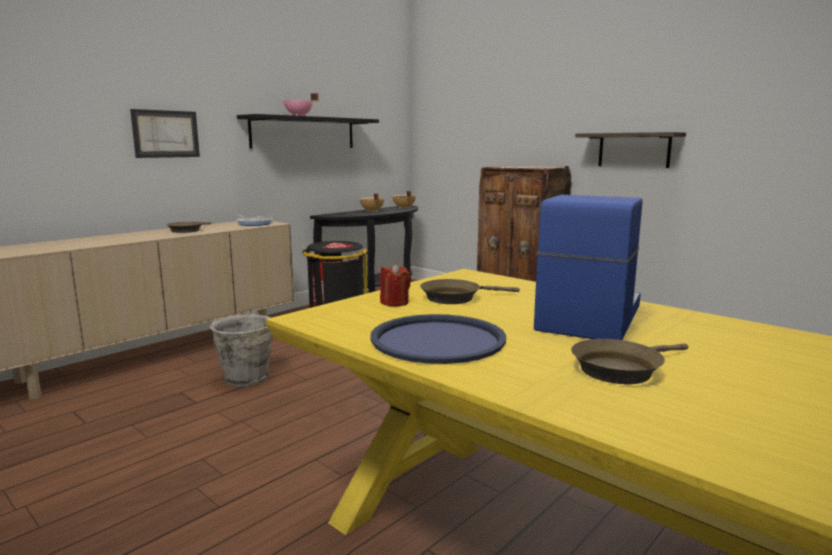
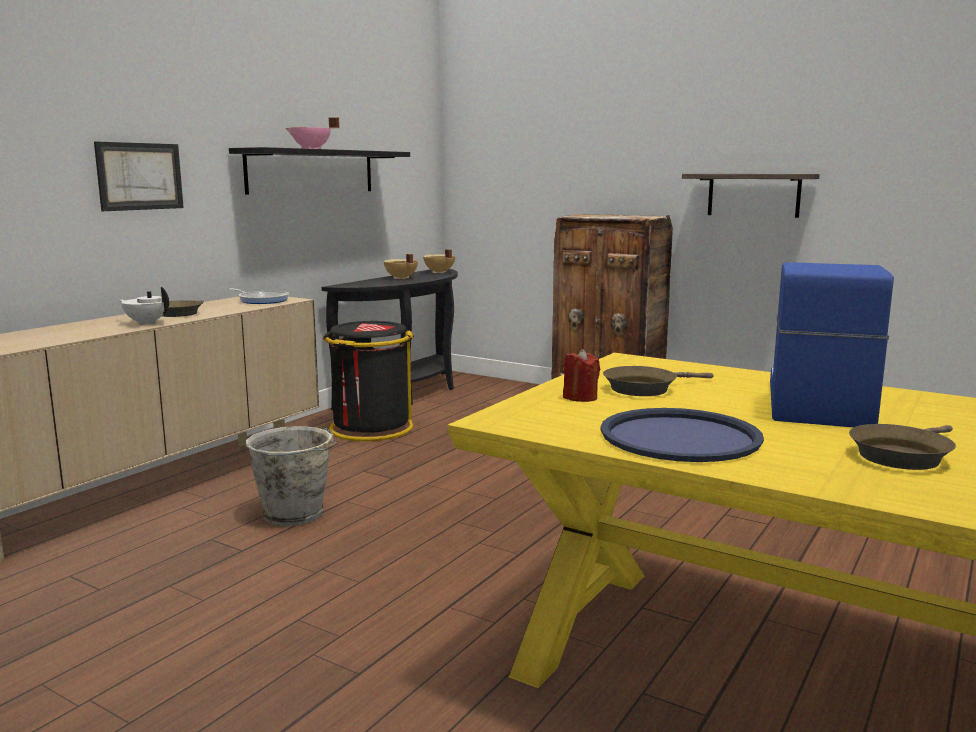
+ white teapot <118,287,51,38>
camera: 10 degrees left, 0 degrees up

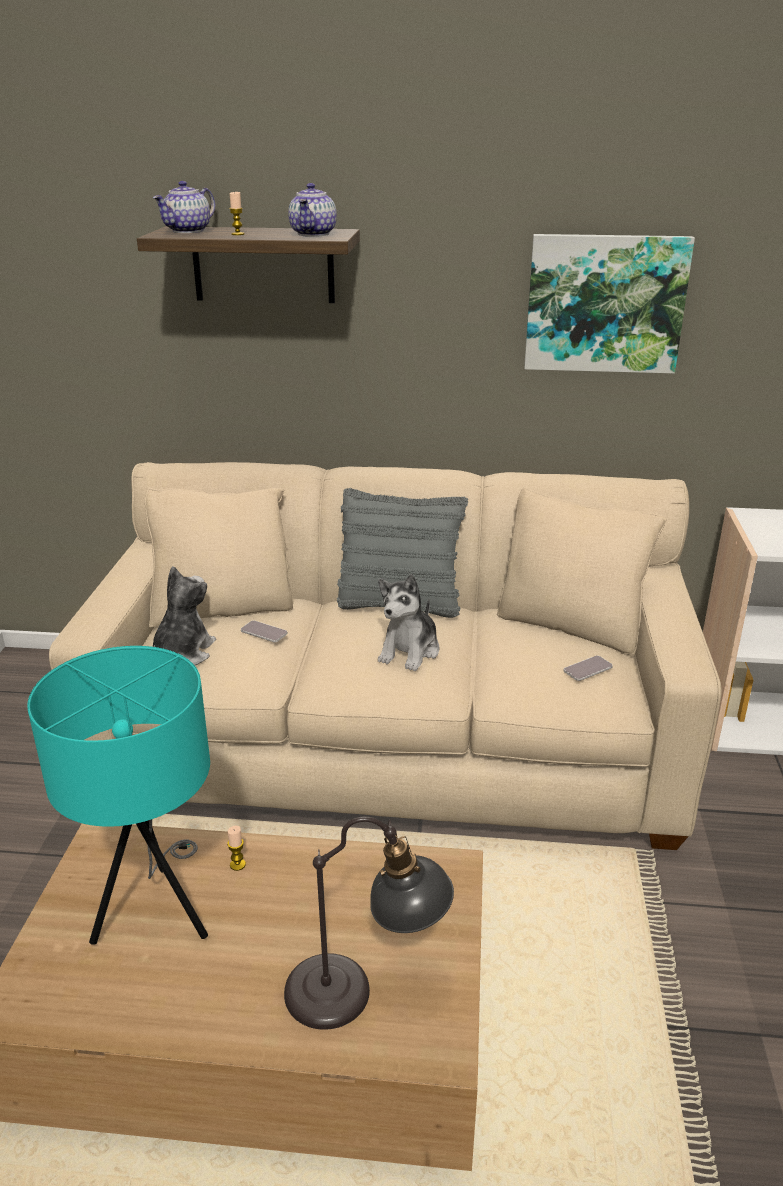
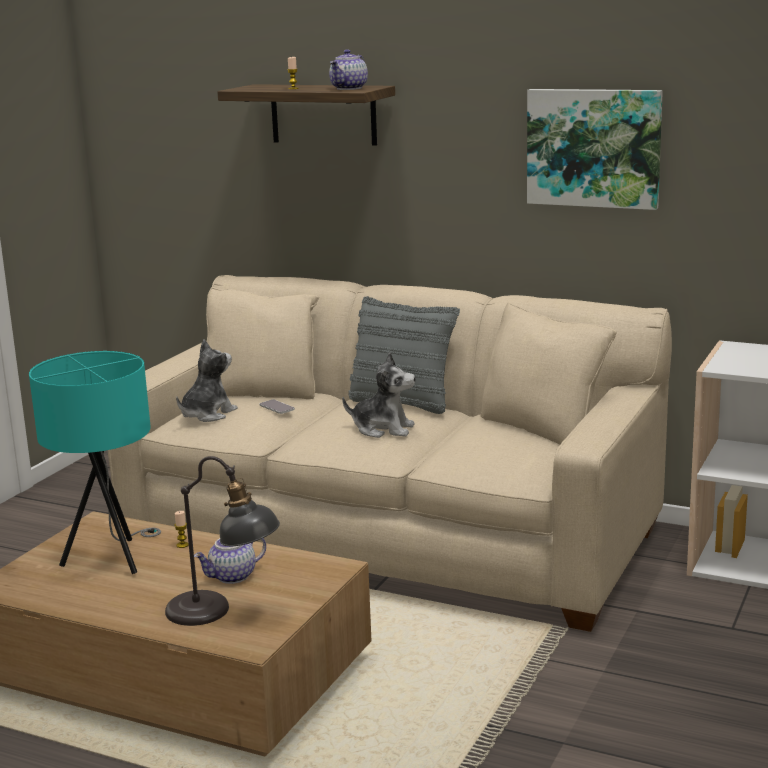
~ teapot <153,181,62,52> to <194,538,72,46>
~ plush toy <378,574,61,97> = <342,352,74,86> 120 degrees counterclockwise
- phone <564,656,49,25>
camera: 20 degrees right, 10 degrees down

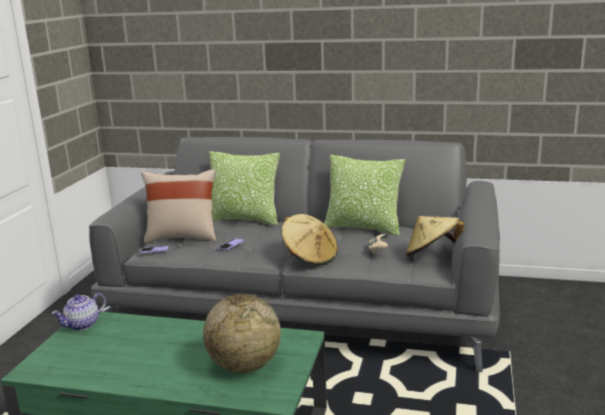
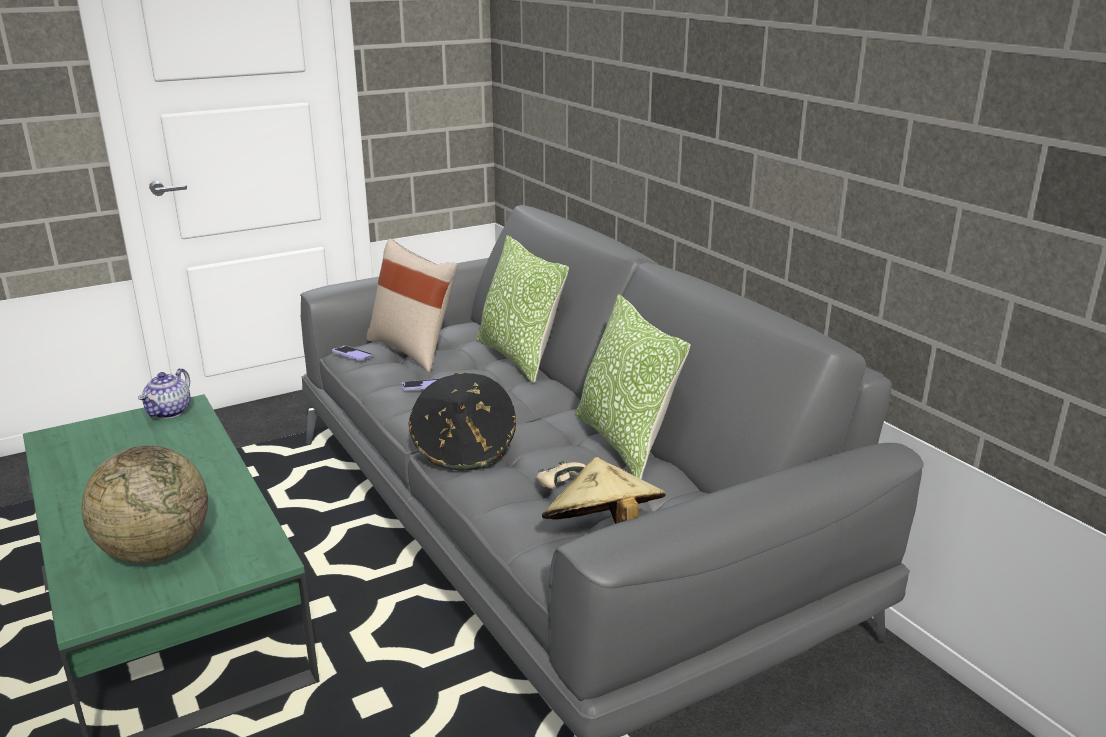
~ teapot <52,293,54,37> = <138,368,53,51> 75 degrees counterclockwise
~ beige hat <281,214,57,51> to black hat <408,373,108,97>
camera: 45 degrees right, 5 degrees up

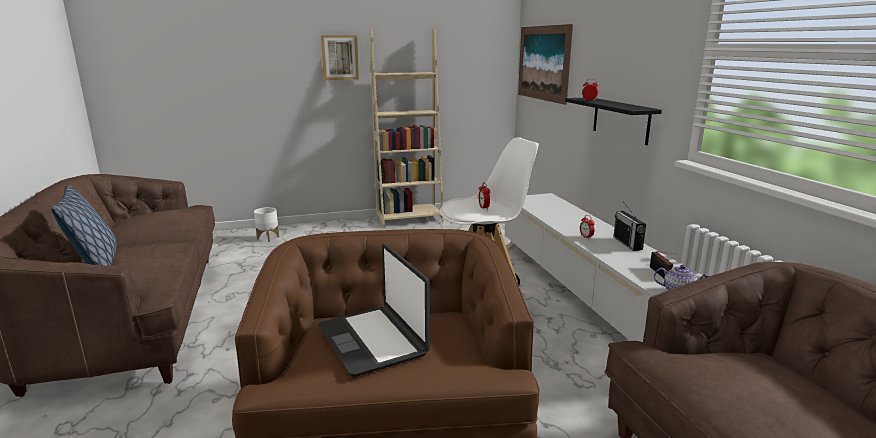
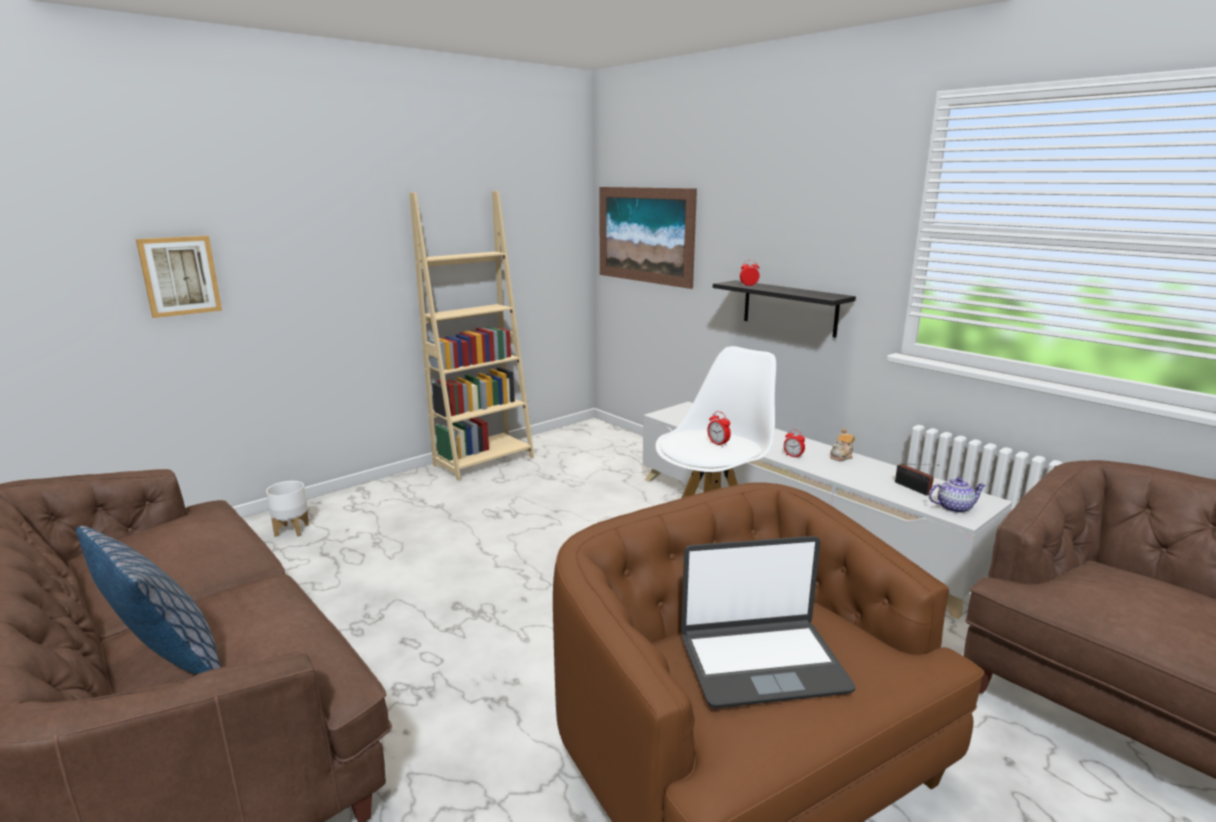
~ picture <321,35,38,45> to <136,236,86,82>
~ laptop <318,244,112,133> = <681,536,175,172> 45 degrees counterclockwise
~ radio <613,201,33,50> to teapot <830,428,25,33>
camera: 25 degrees left, 0 degrees up

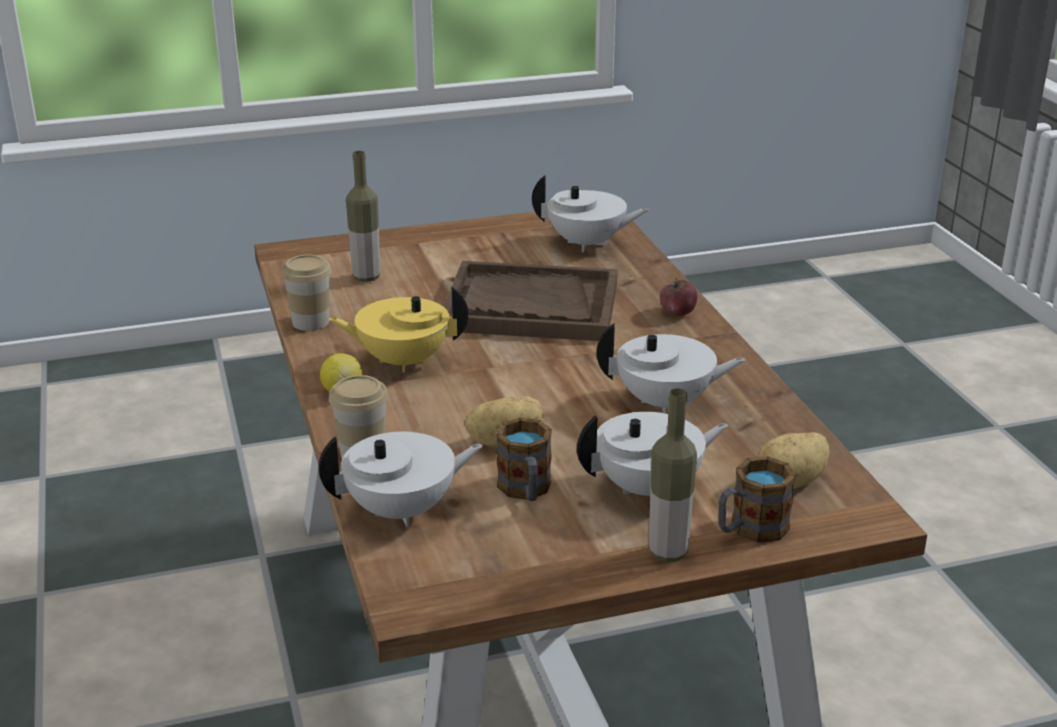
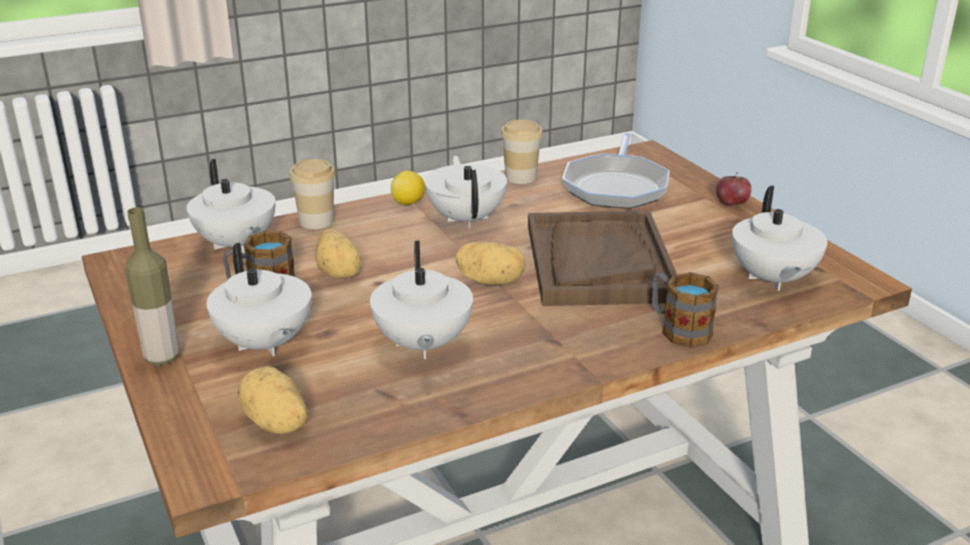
~ yellow teapot <328,287,140,85> to white teapot <425,156,82,72>
+ potato <456,242,70,43>
~ bottle <346,151,34,131> to frying pan <562,133,108,76>
~ mug <719,456,77,87> to <652,272,67,75>
~ apple <660,278,37,38> to <716,172,35,33>
camera: 80 degrees right, 0 degrees up

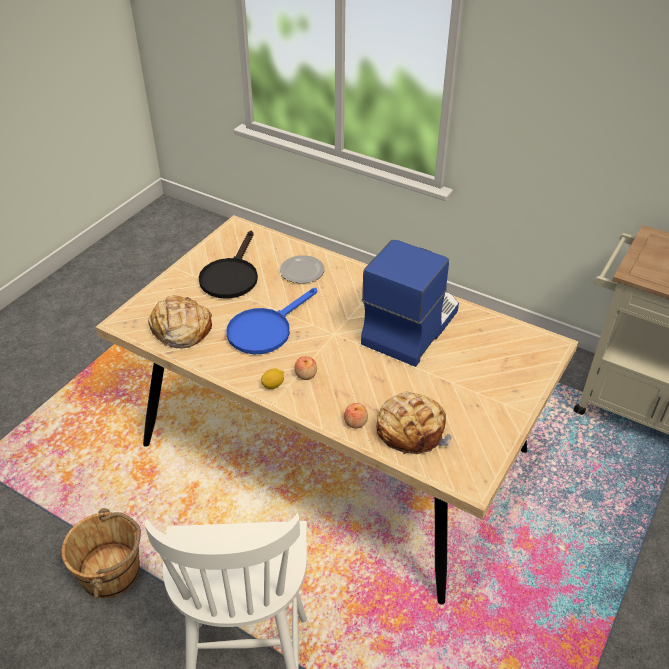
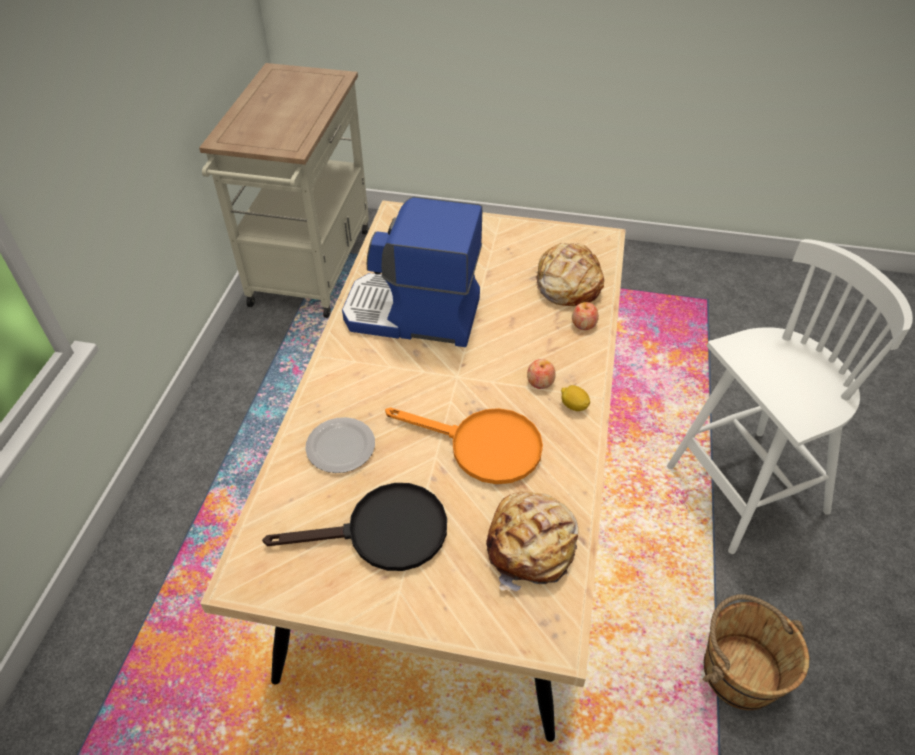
~ blue frying pan <226,288,91,66> to orange frying pan <385,408,158,76>
camera: 110 degrees left, 5 degrees up

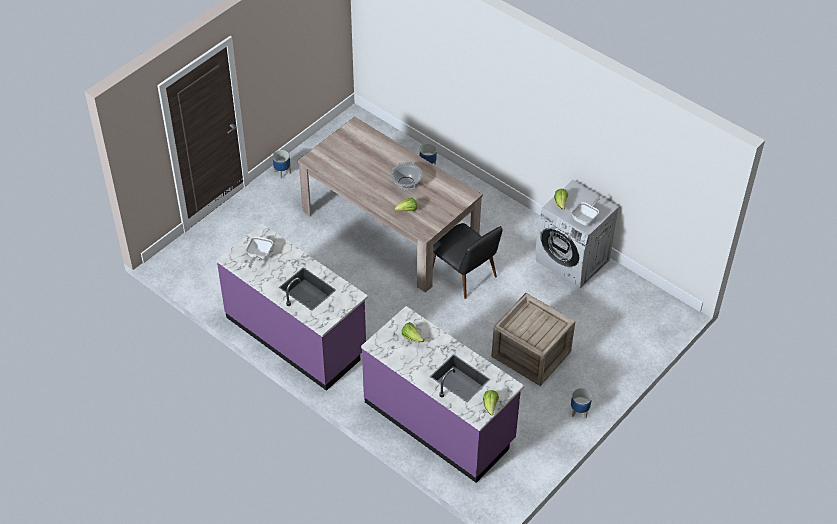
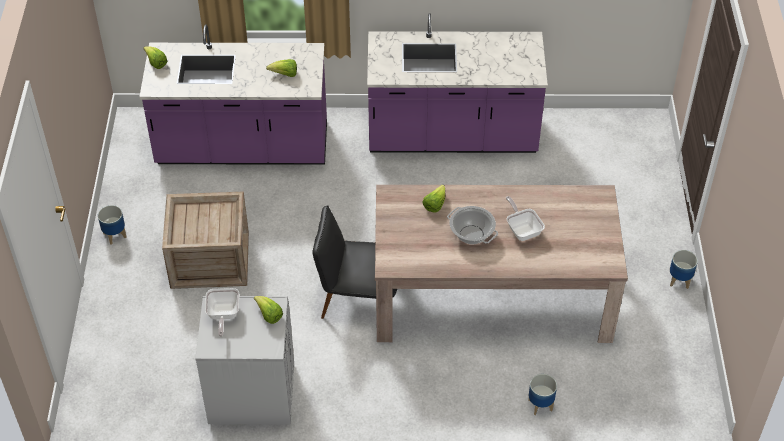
~ frying pan <246,237,27,32> to <506,196,39,45>
camera: 140 degrees right, 0 degrees up

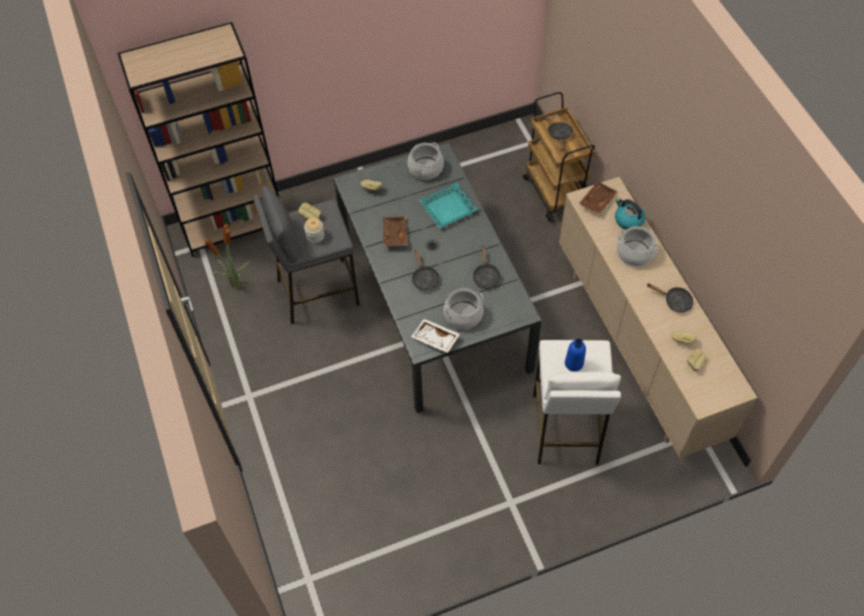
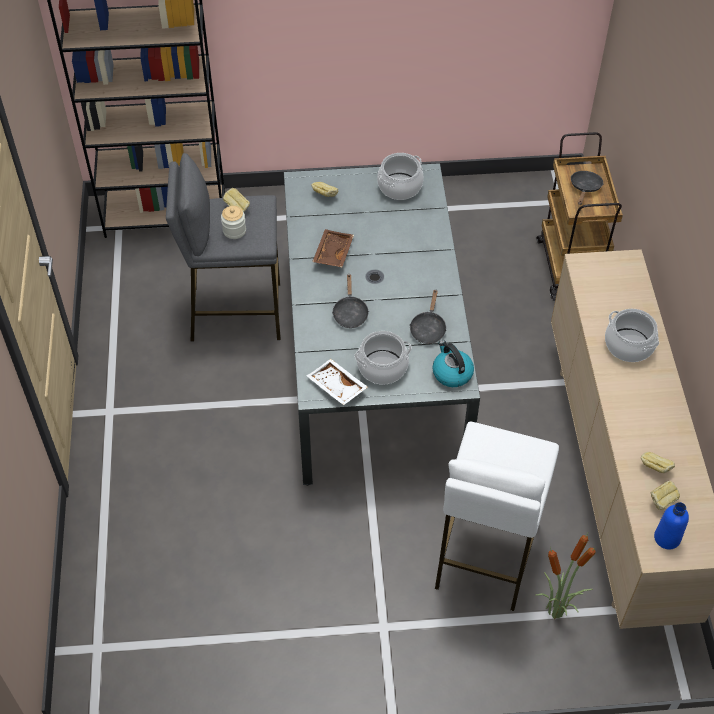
~ kettle <615,198,30,32> to <432,340,42,47>
~ potted plant <204,224,46,66> to <535,531,62,88>
~ blue bottle <565,338,21,34> to <654,502,35,48>
- turquoise tray <419,183,59,46>
- brown tray <579,181,39,33>
- black frying pan <647,283,47,30>
camera: 15 degrees right, 5 degrees down

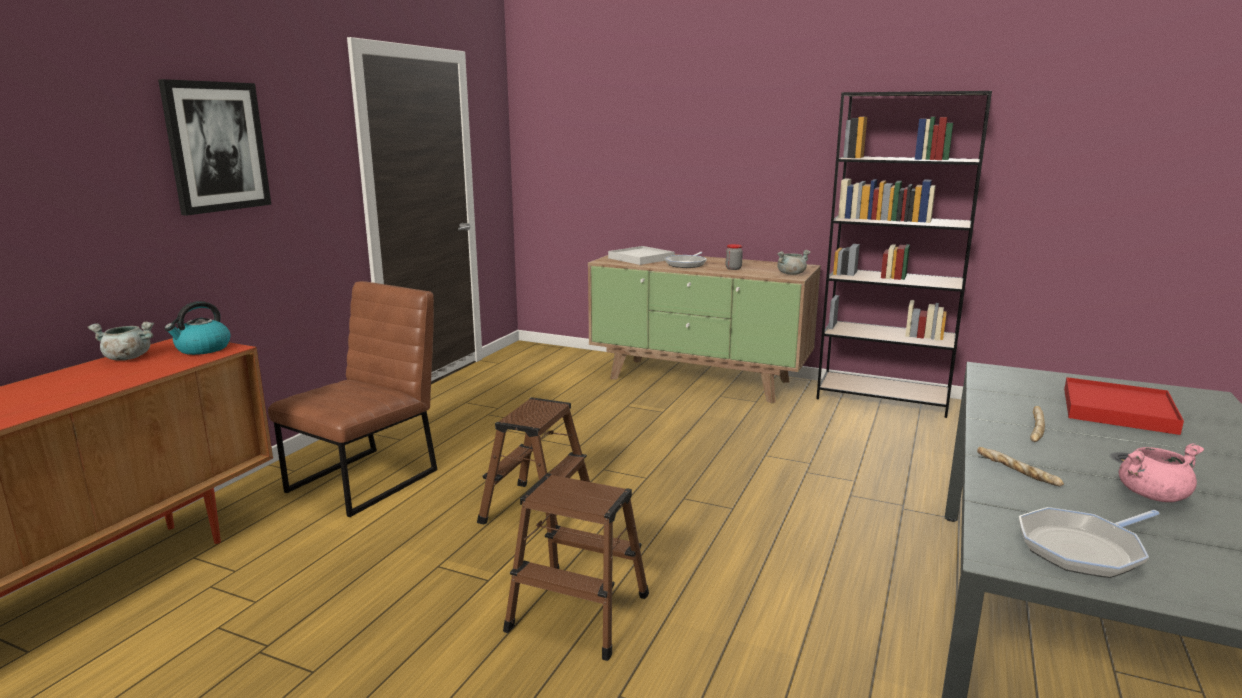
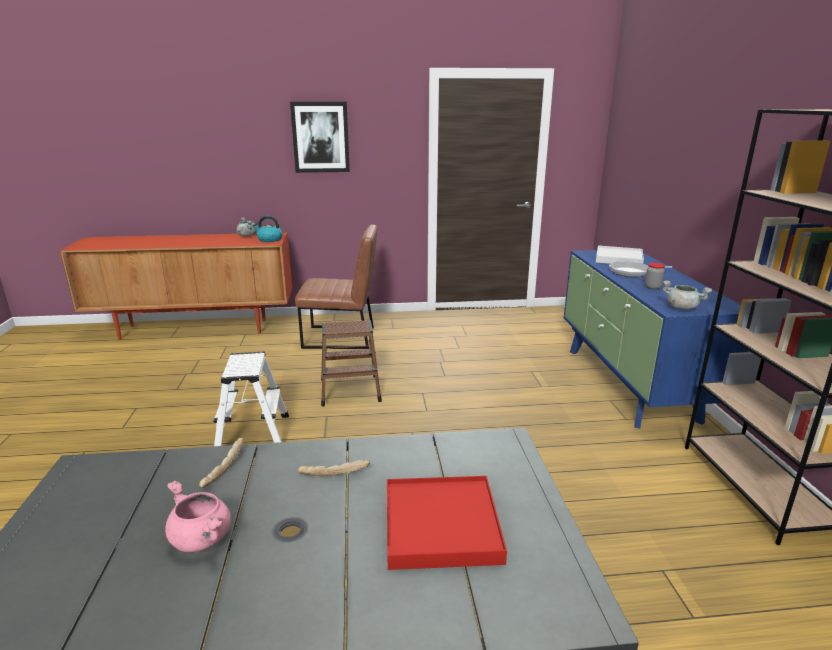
~ brown step ladder <503,473,146,188> to white step ladder <213,351,76,95>
~ green dresser <588,254,233,150> to blue dresser <564,250,184,179>
- frying pan <1019,507,140,71>
camera: 60 degrees right, 5 degrees up

